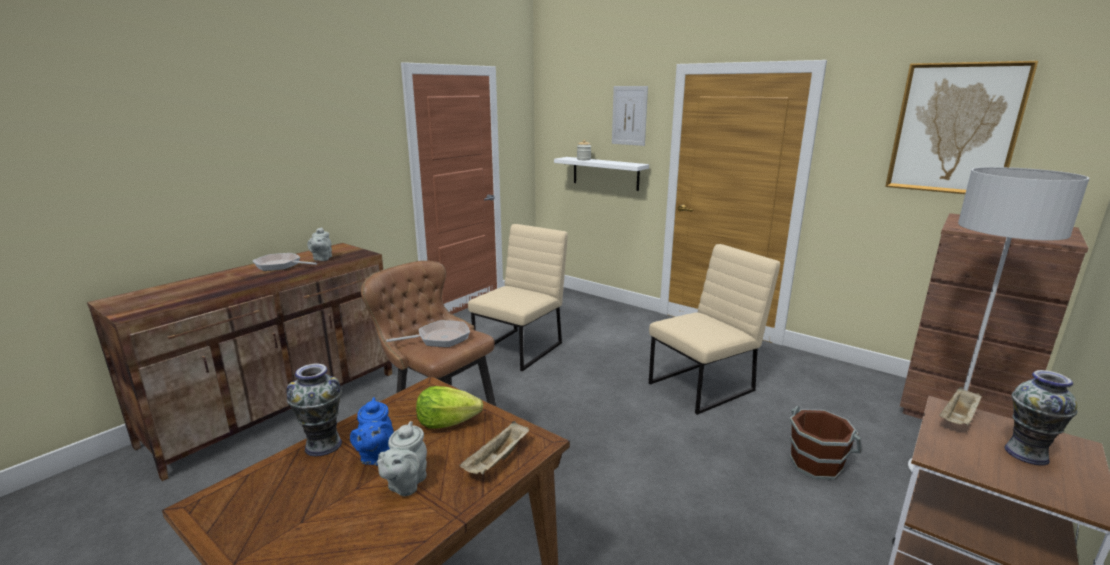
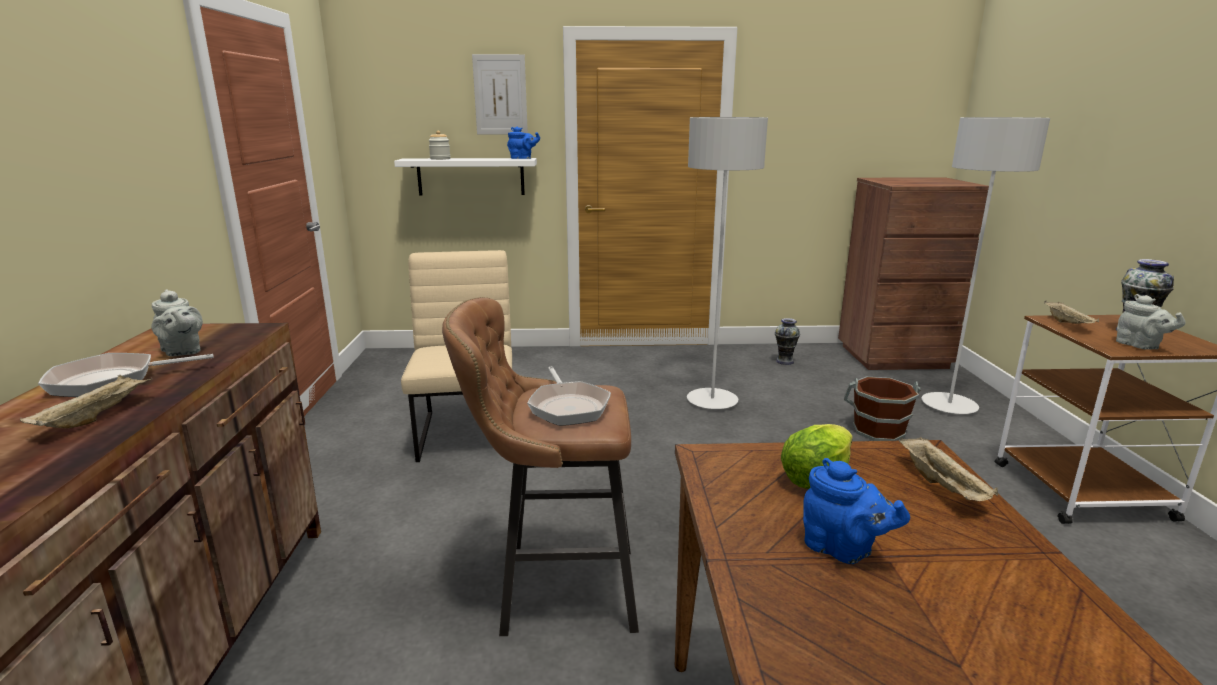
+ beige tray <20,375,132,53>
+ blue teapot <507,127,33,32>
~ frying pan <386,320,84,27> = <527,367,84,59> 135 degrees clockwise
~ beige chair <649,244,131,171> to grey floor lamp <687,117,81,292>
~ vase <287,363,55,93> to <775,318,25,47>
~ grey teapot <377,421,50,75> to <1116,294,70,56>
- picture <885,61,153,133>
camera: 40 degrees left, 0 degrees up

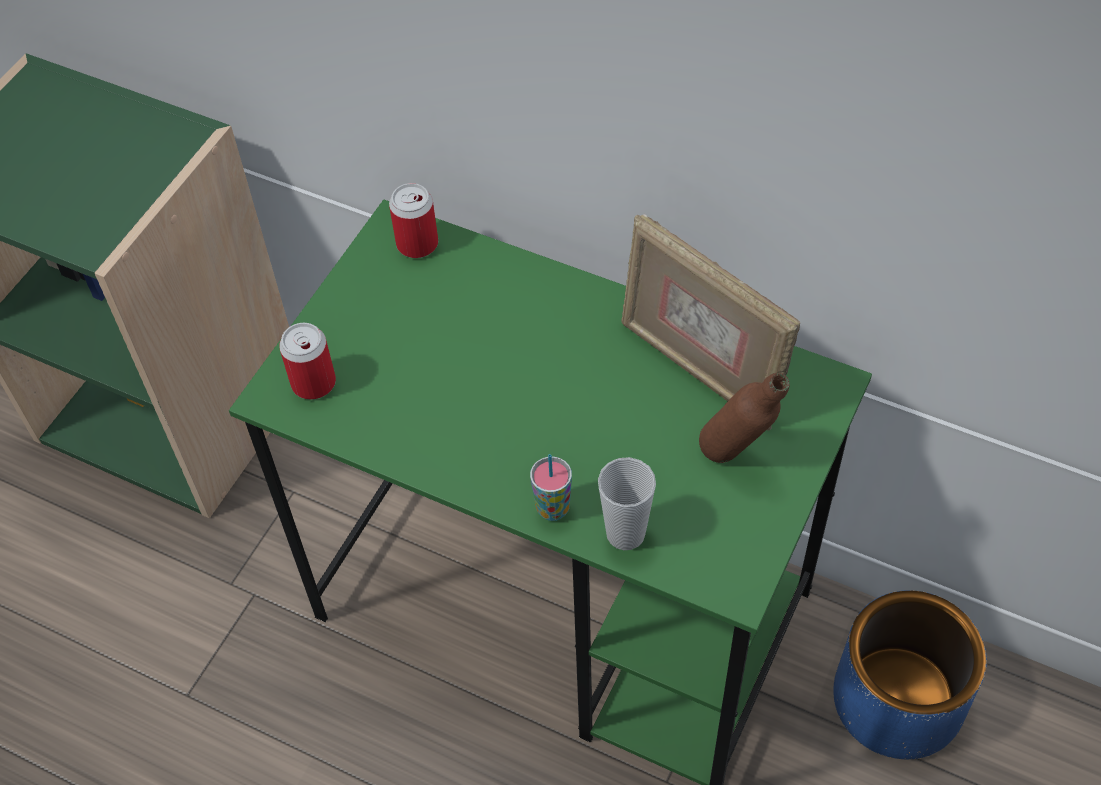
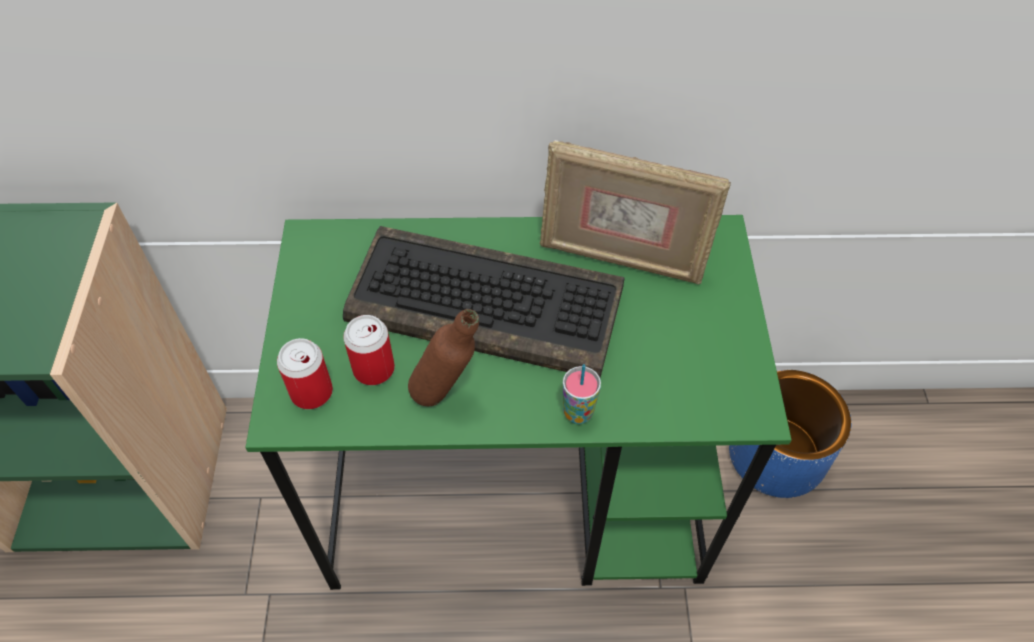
+ keyboard <343,226,282,152>
~ can <389,183,49,75> to <343,315,52,70>
~ brown bottle <699,373,91,90> to <408,309,71,97>
- cup <598,457,58,93>
camera: 30 degrees left, 0 degrees up

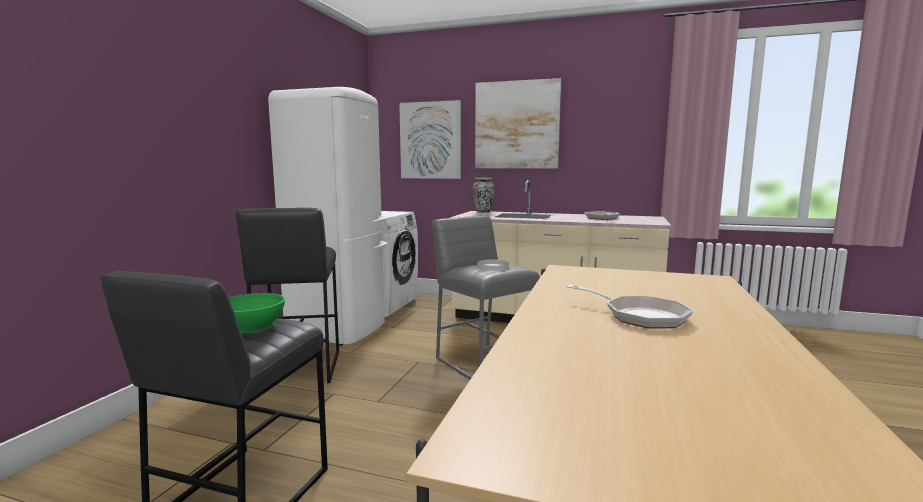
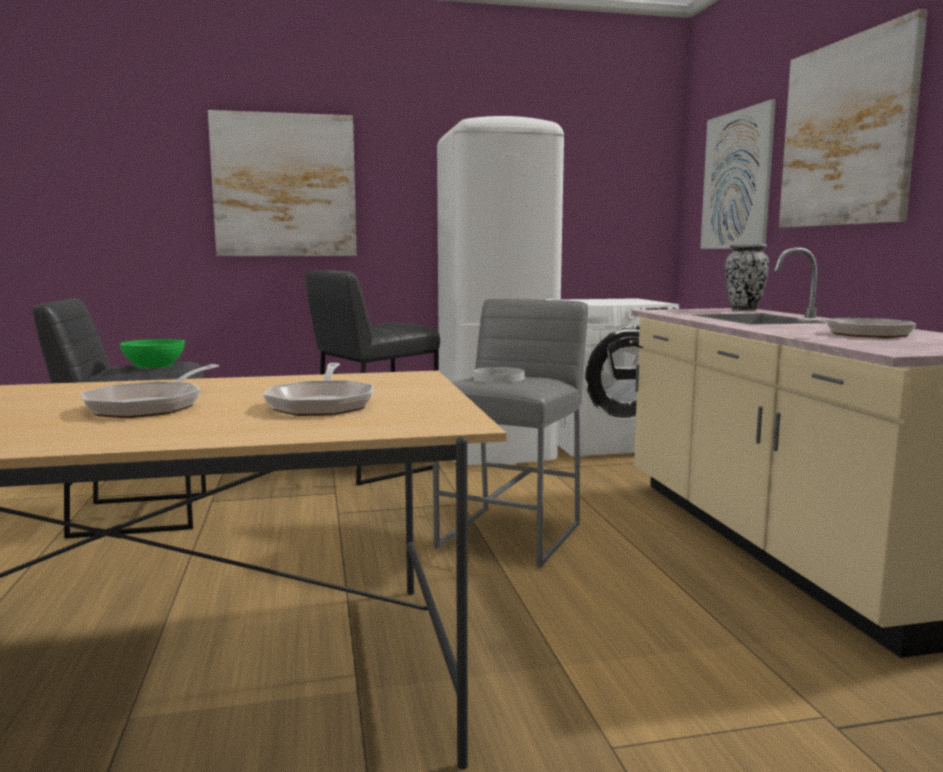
+ picture <208,110,149,146>
+ frying pan <263,363,111,53>
camera: 60 degrees right, 0 degrees up

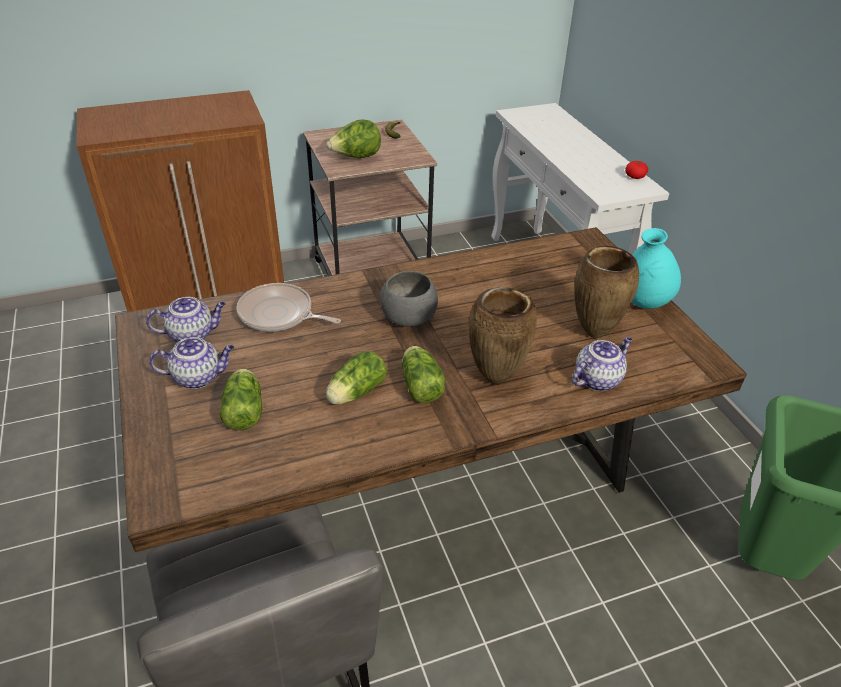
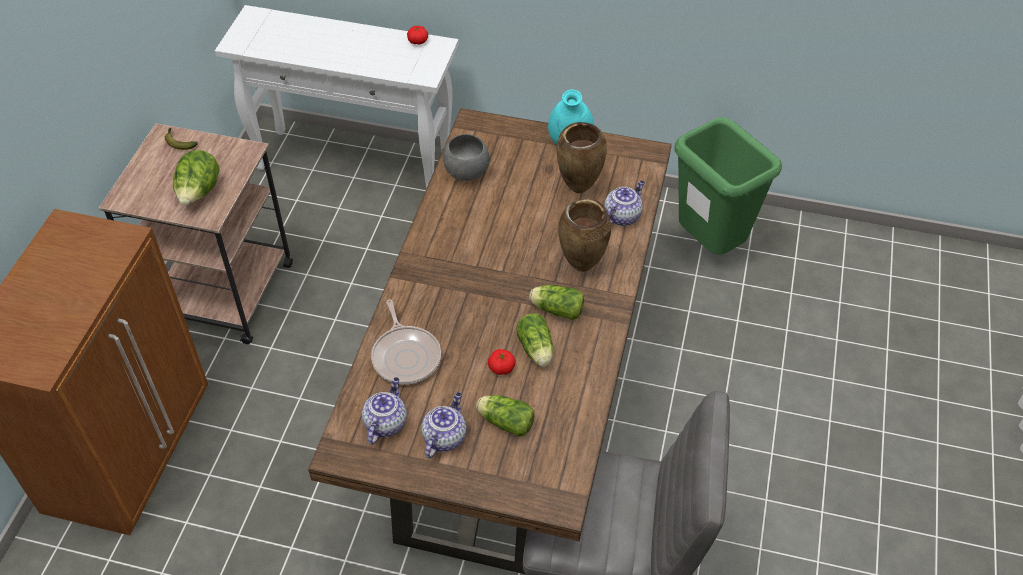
~ frying pan <236,283,105,49> = <371,299,70,86> 75 degrees counterclockwise
~ grey bowl <380,271,58,56> to <443,134,47,47>
+ tomato <488,349,27,26>
~ teapot <572,337,61,54> = <604,180,41,46> 45 degrees clockwise
camera: 55 degrees left, 10 degrees up

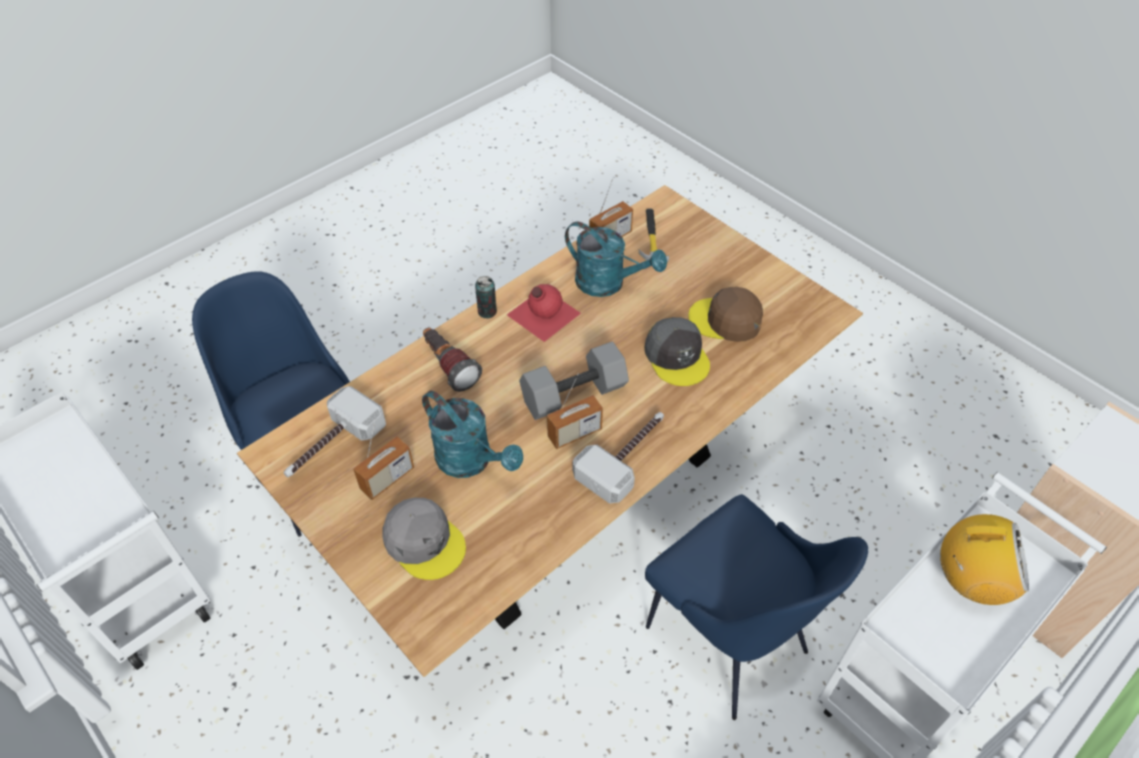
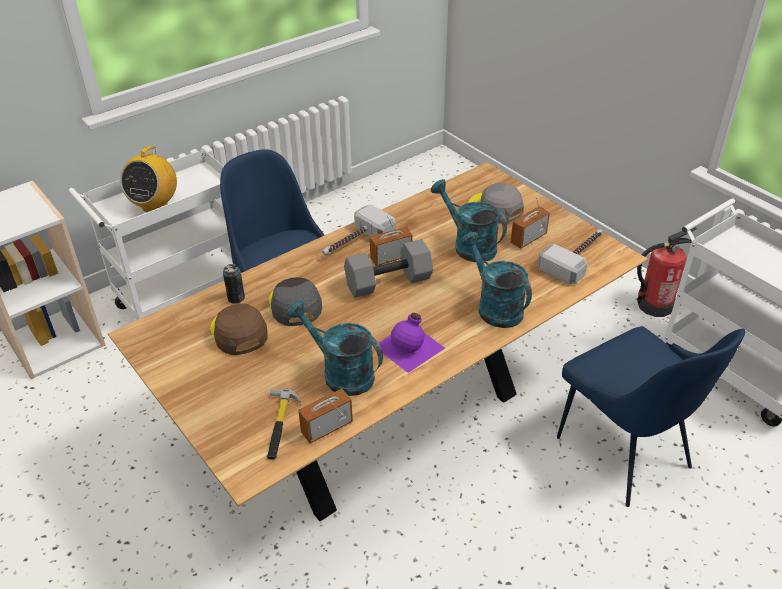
~ radio <940,514,89,91> = <120,146,57,66> 90 degrees counterclockwise
~ brown cap <688,287,75,55> = <210,304,58,51> 135 degrees counterclockwise
~ can <475,276,22,42> to <223,264,22,40>
~ red bottle <507,284,74,58> to purple bottle <379,313,66,60>
~ flashlight <423,328,59,64> to turquoise watering can <460,232,72,96>
+ fire extinguisher <637,227,60,90>
camera: 175 degrees left, 10 degrees down

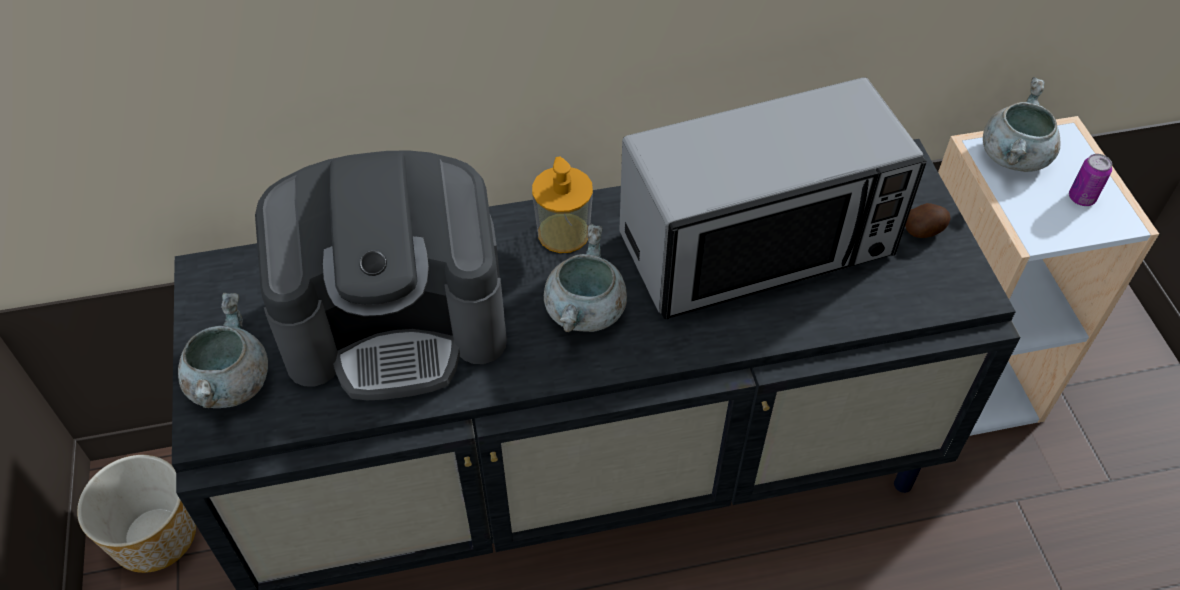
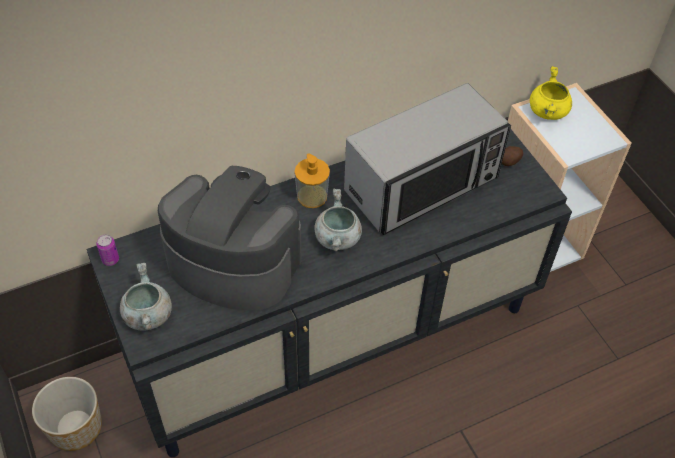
~ can <1069,154,43,52> to <96,234,23,32>
~ coffee machine <255,150,252,250> = <158,166,144,144> 135 degrees counterclockwise
~ grey cooking pot <983,77,78,95> to yellow cooking pot <530,66,42,54>
camera: 15 degrees left, 0 degrees up

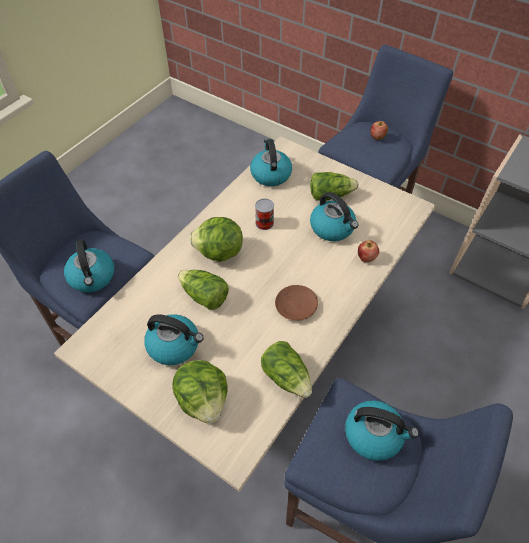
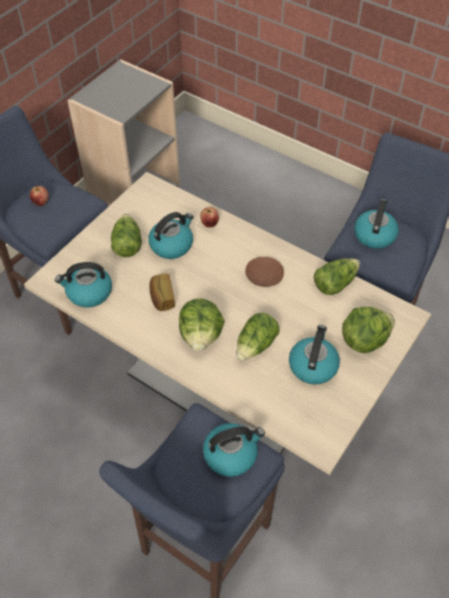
~ can <255,198,19,32> to bread <149,273,26,38>
camera: 90 degrees left, 0 degrees up

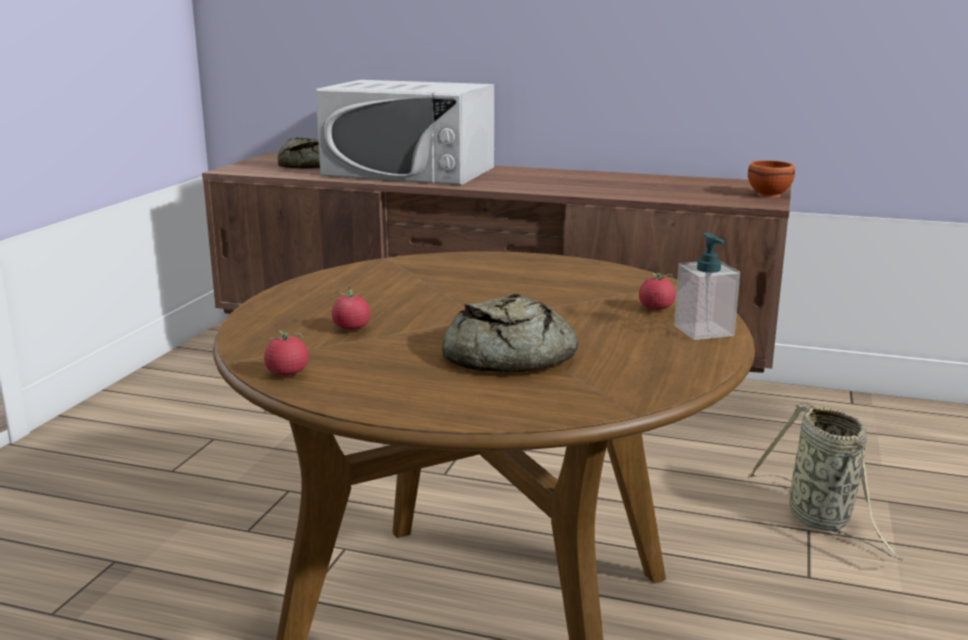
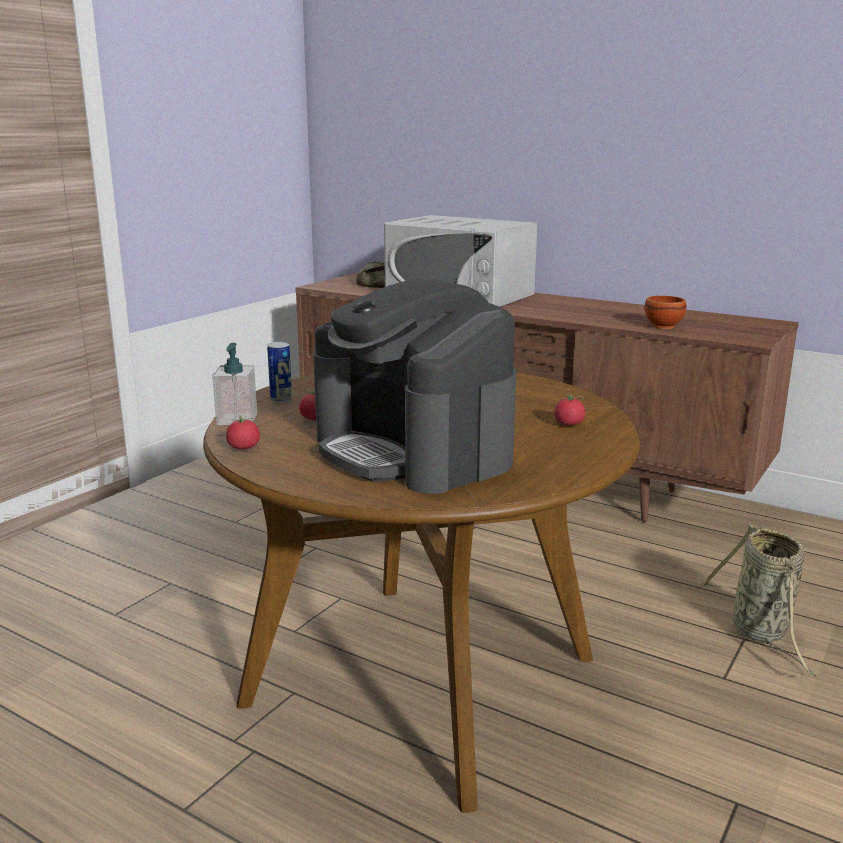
~ soap dispenser <674,233,66,107> to <212,343,45,82>
+ can <267,342,25,60>
~ bread <442,293,136,79> to coffee machine <313,278,203,216>
~ brown bowl <748,161,47,37> to <645,296,41,33>
camera: 15 degrees right, 0 degrees up

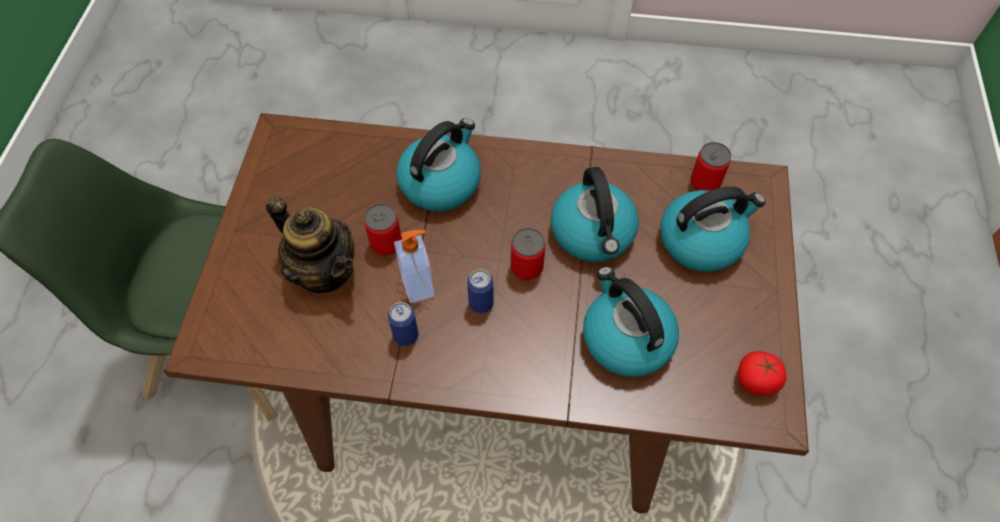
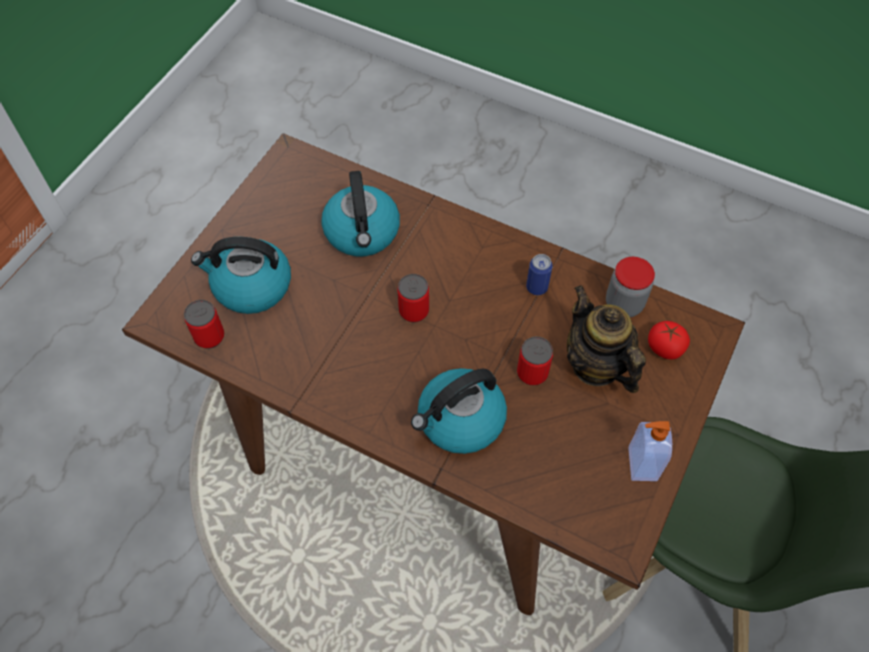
+ jar <606,257,49,60>
~ soap dispenser <394,230,41,73> to <629,421,43,60>
~ tomato <738,351,48,44> to <648,321,42,39>
- can <467,269,27,44>
- kettle <551,167,88,95>
camera: 160 degrees left, 0 degrees up

